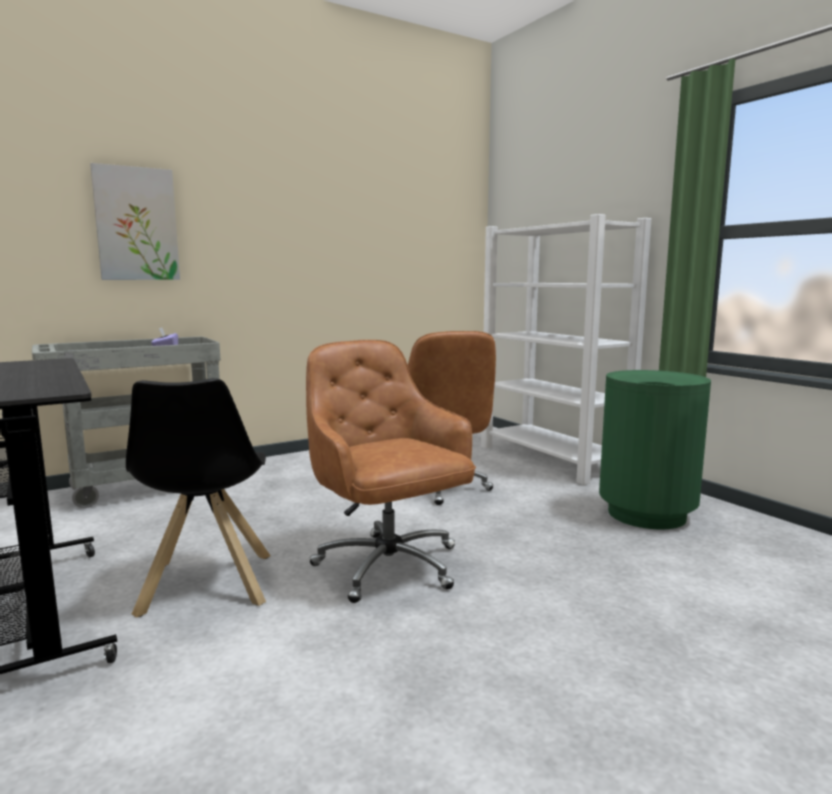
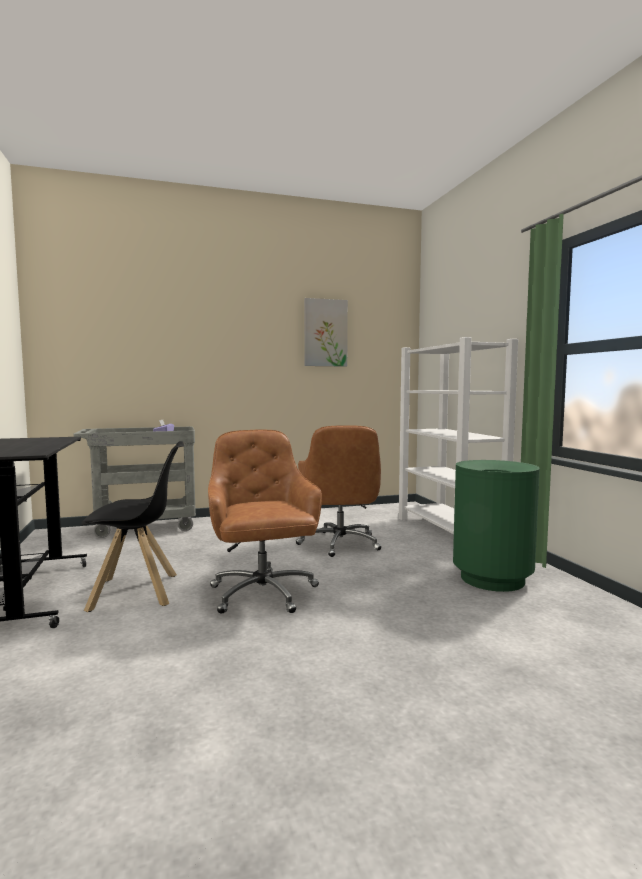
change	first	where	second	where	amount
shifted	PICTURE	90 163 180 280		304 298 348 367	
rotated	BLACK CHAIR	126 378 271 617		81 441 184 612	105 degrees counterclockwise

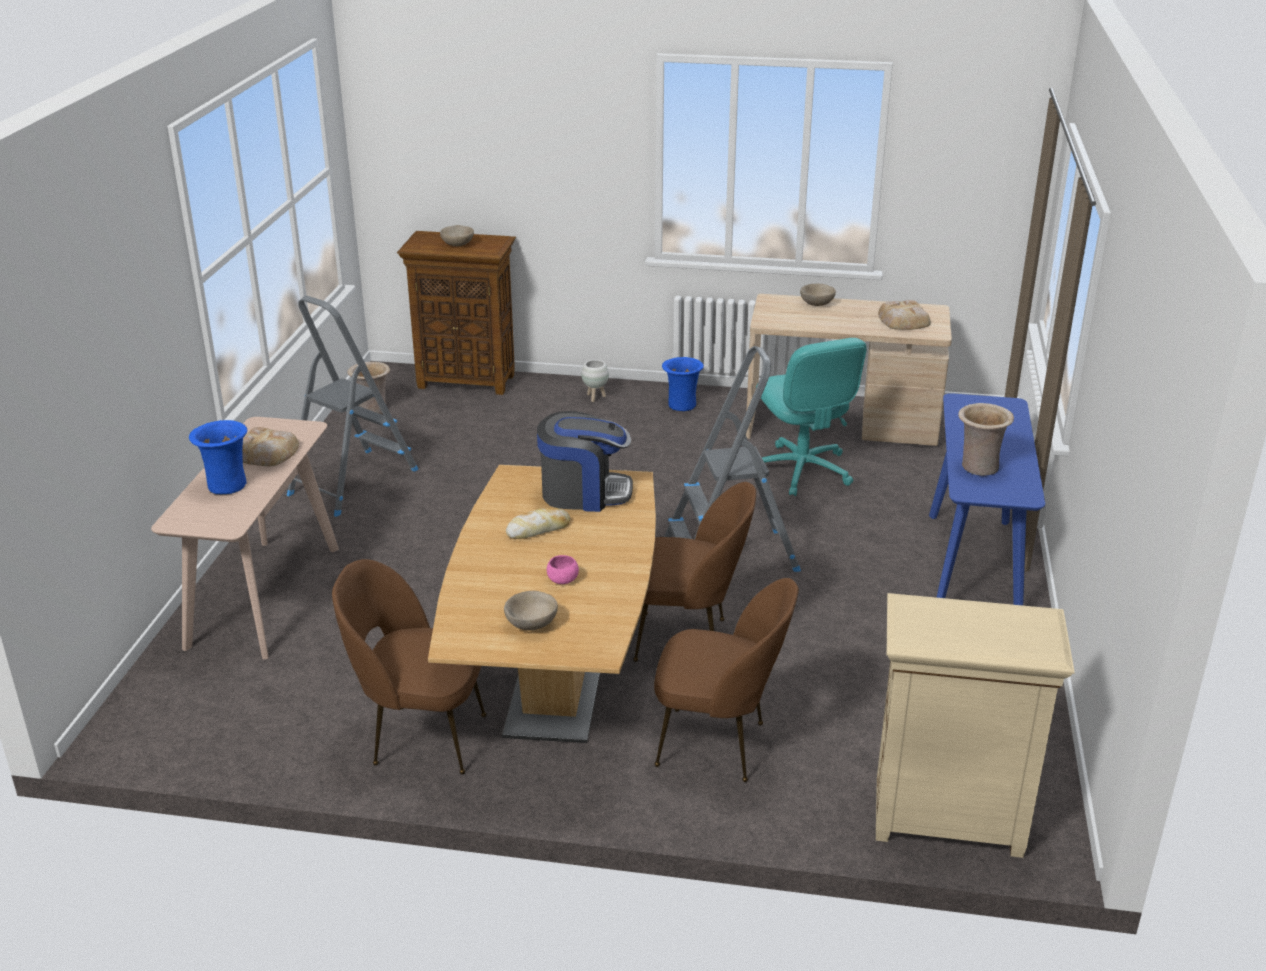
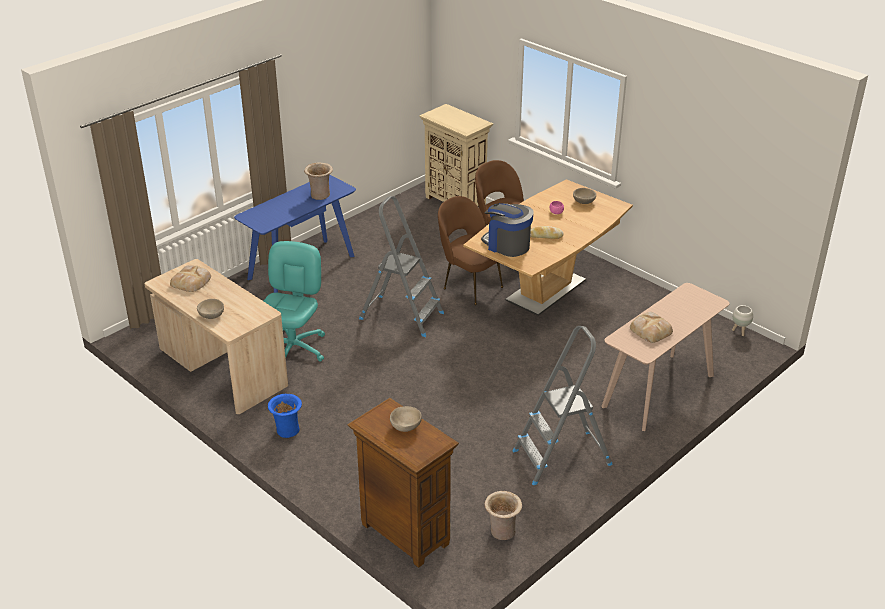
change	first	where	second	where	amount
shifted	WHITE PLANTER	581 360 609 402		732 305 753 336	
gone	BLUE VASE	189 420 247 494			
gone	BROWN CHAIR	332 559 486 774			

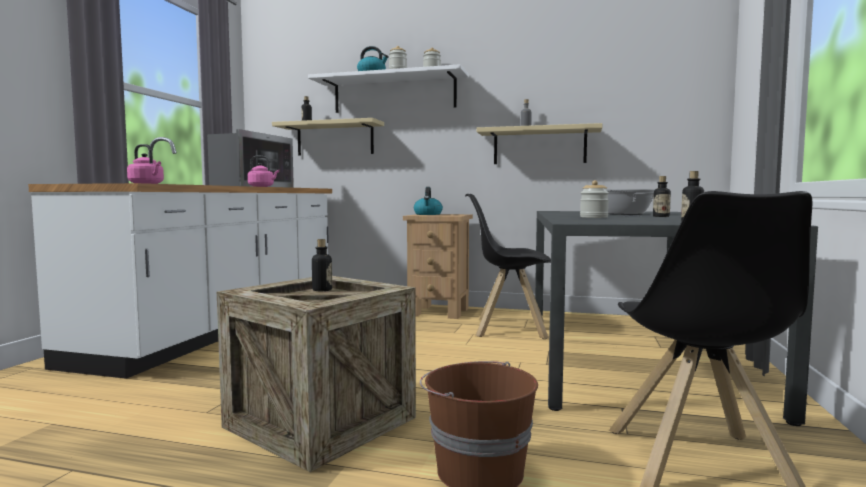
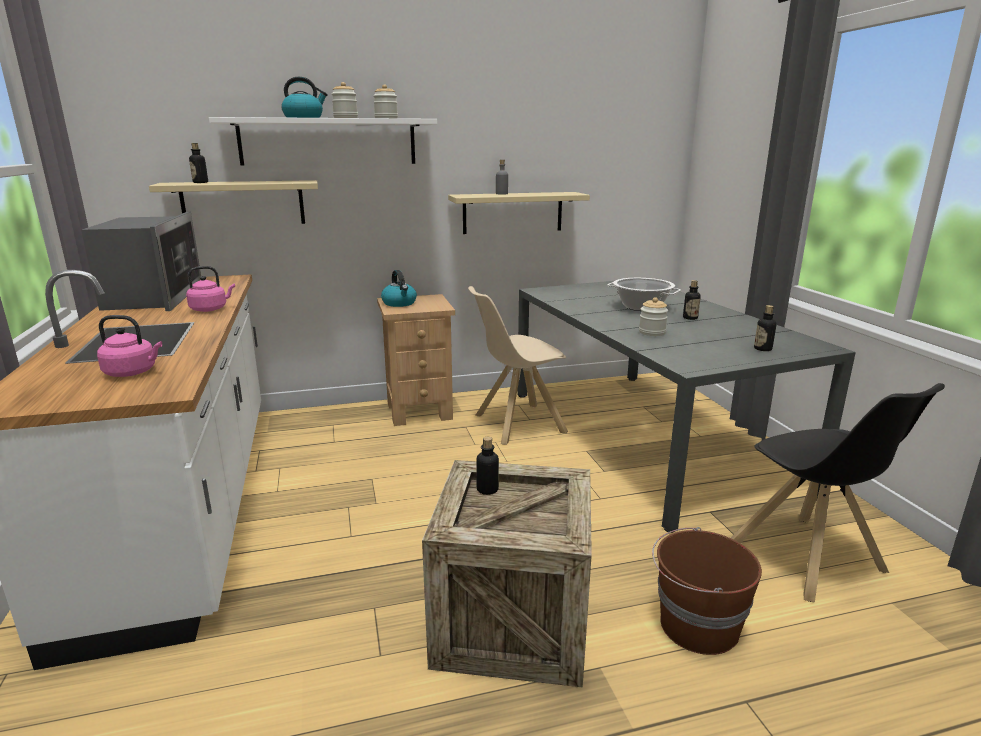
change	first	where	second	where	amount
repainted	BLACK CHAIR	465 194 551 339	BEIGE CHAIR	468 286 568 445	

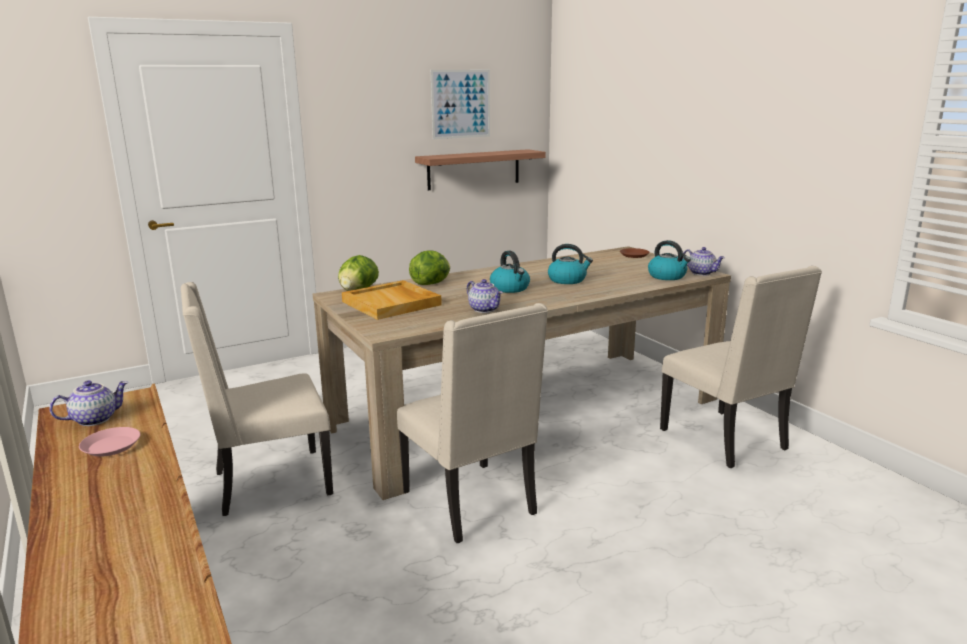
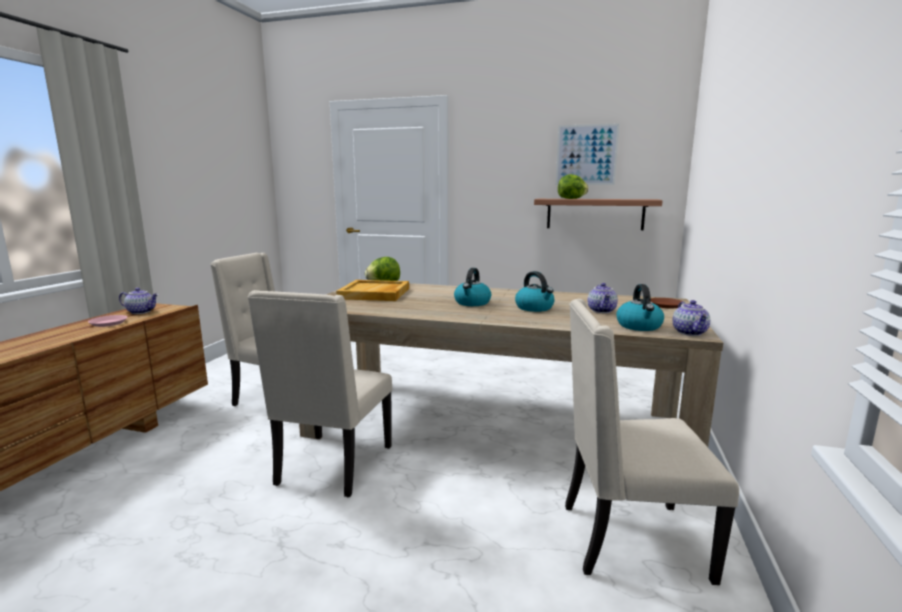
change	first	where	second	where	amount
shifted	LETTUCE	409 250 450 285		558 174 589 199	
rotated	BEIGE CHAIR	660 266 822 468		565 299 739 585	75 degrees clockwise
shifted	TEAPOT	467 279 503 313		588 283 618 313	

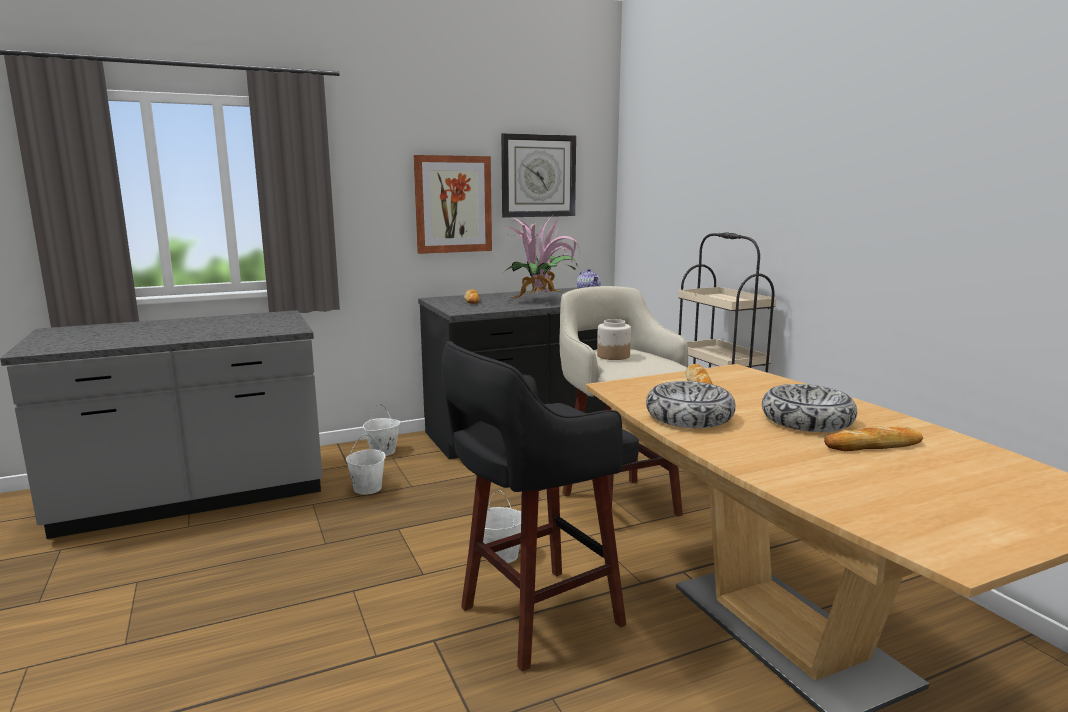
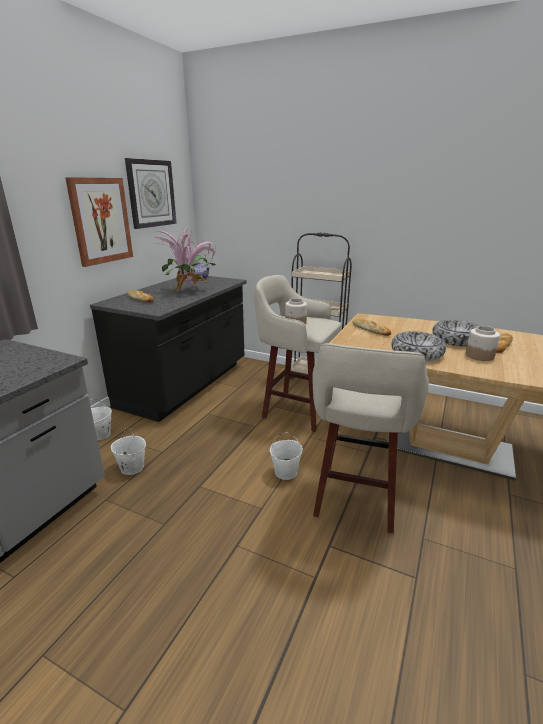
change	first	where	second	where	amount
repainted	BLACK STOOL	441 341 639 672	BEIGE STOOL	313 343 429 534	
new			JAR	466 326 500 361	

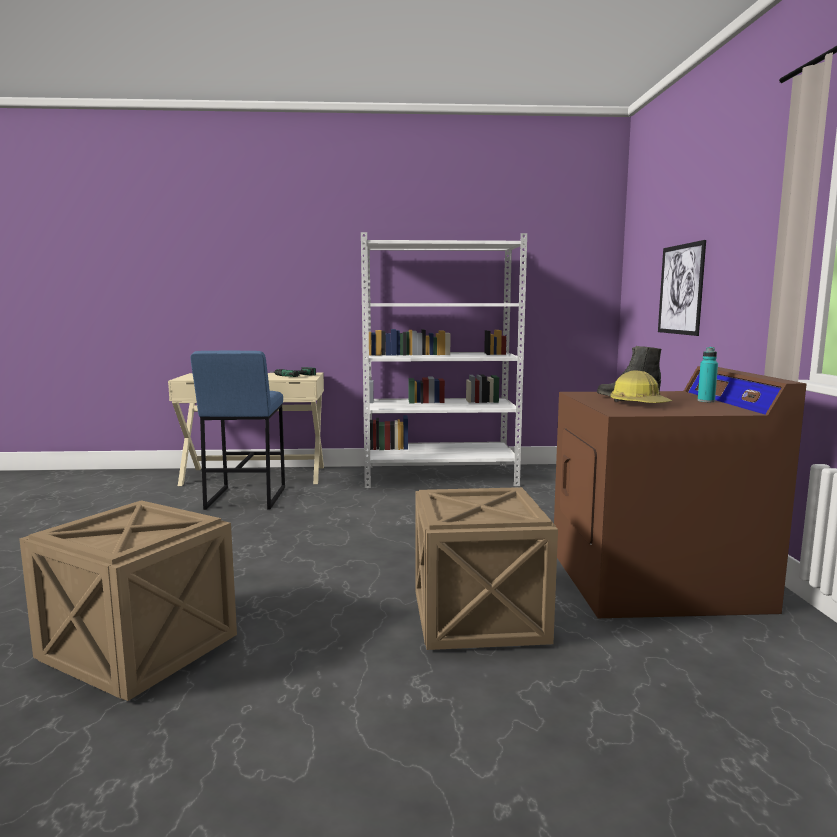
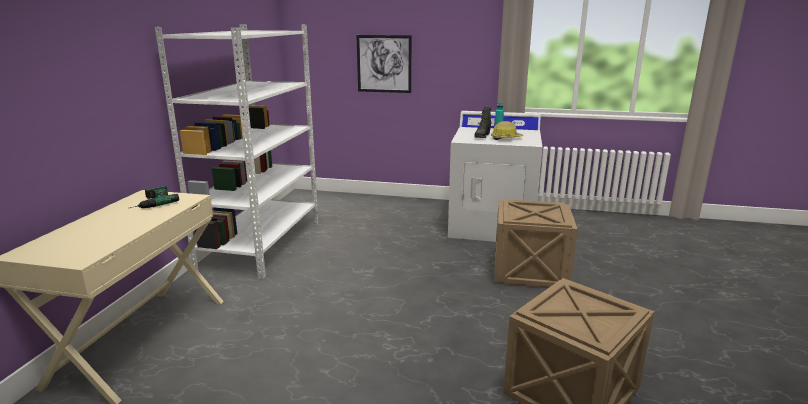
change	first	where	second	where	amount
gone	BLUE STOOL	191 351 285 510			
repainted	BROWN WASHING MACHINE	554 366 807 618	WHITE WASHING MACHINE	448 111 543 242	

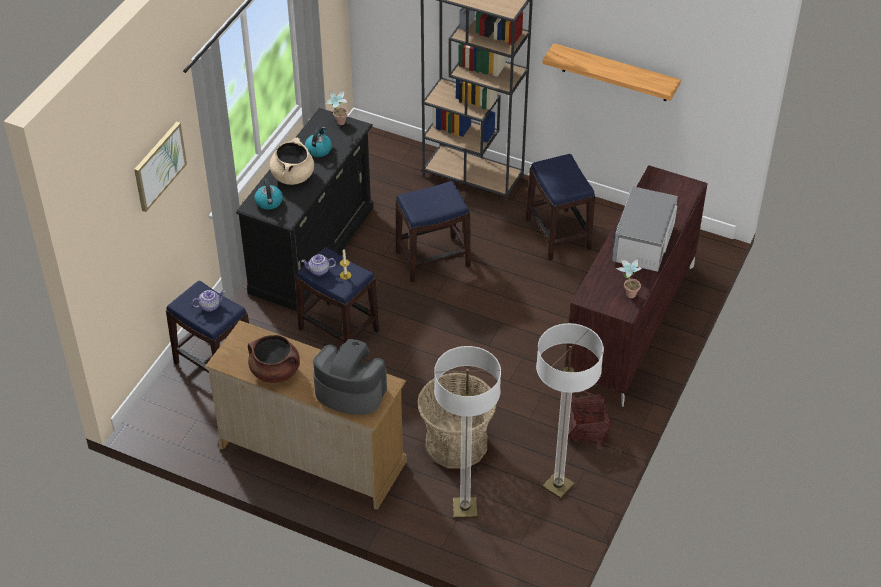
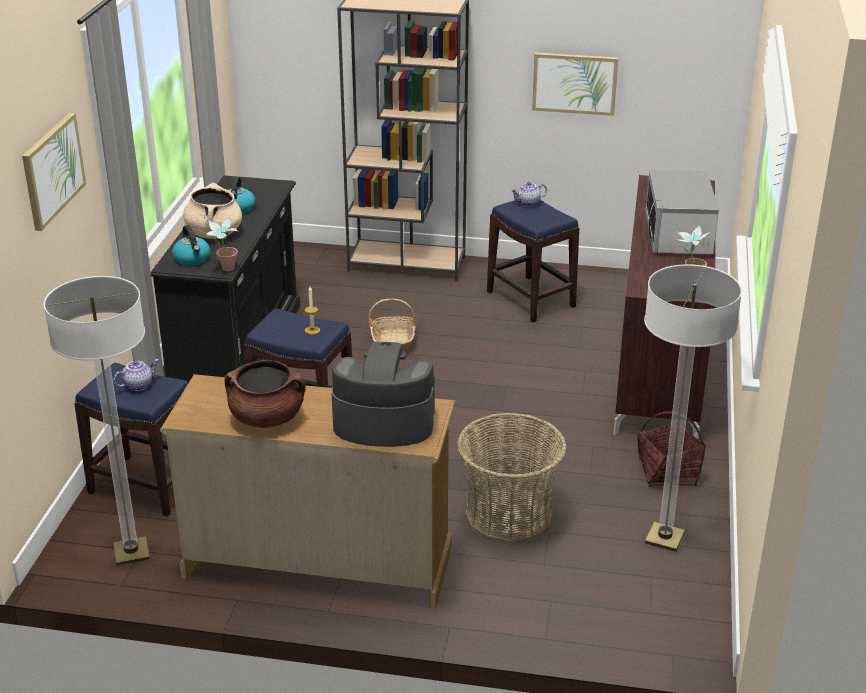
change	first	where	second	where	amount
swapped	SHELF	542 43 681 101	PICTURE	532 53 618 116	
shifted	POTTED PLANT	325 89 348 125		206 216 239 271	
swapped	STOOL	396 181 471 282	BASKET	368 299 416 353	
shifted	TEAPOT	301 254 336 276		511 182 547 207	
shifted	FLOOR LAMP	434 346 501 519		43 276 150 566	

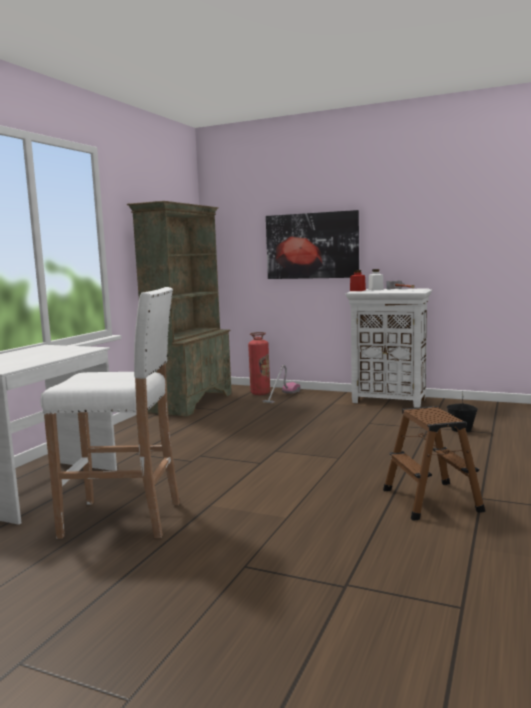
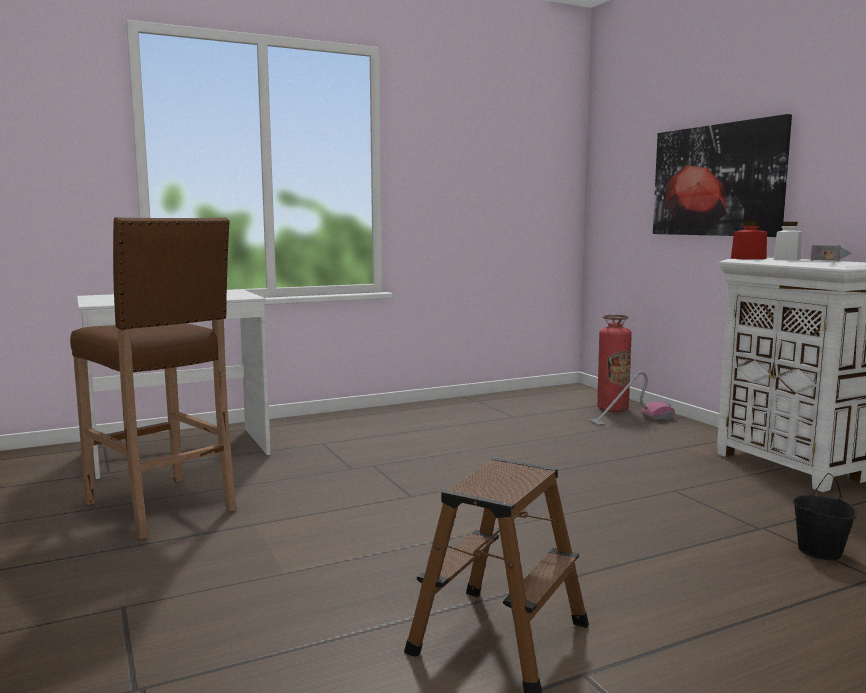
change	first	where	second	where	amount
gone	GREEN BOOKCASE	126 201 232 416			
repainted	WHITE STOOL	40 287 180 539	BROWN STOOL	70 217 236 539	

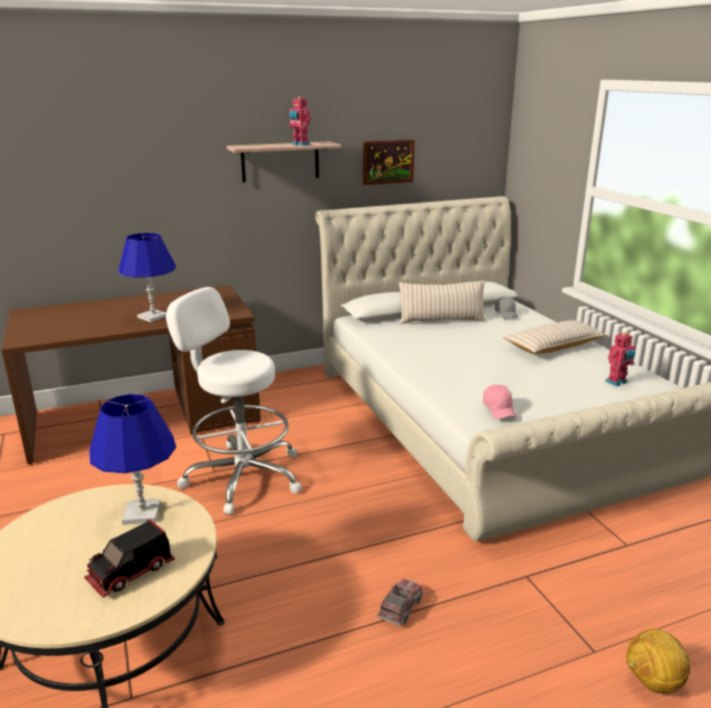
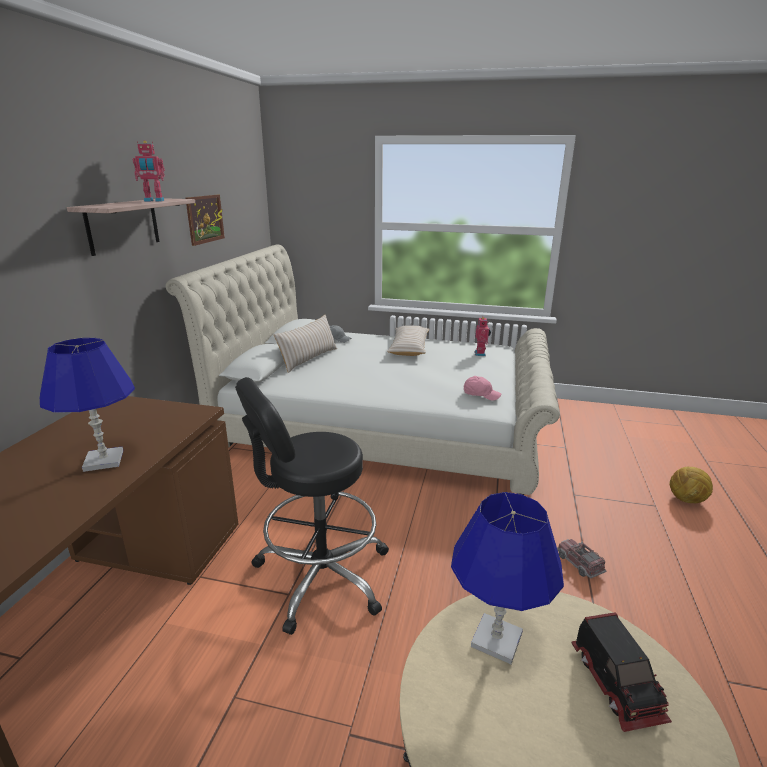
change	first	where	second	where	amount
repainted	WHITE STOOL	166 287 302 515	BLACK STOOL	235 377 389 635	

